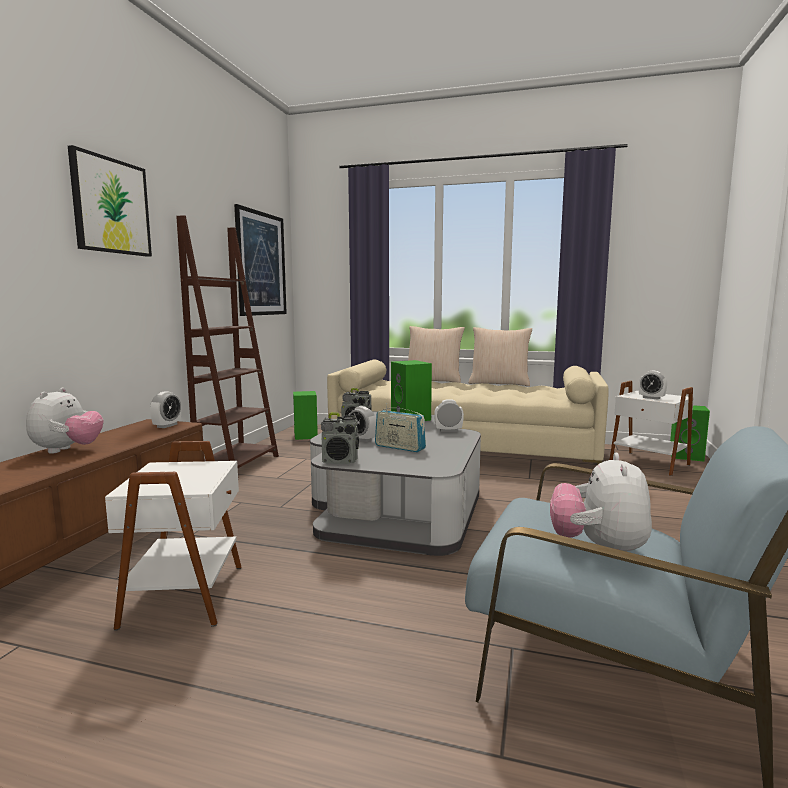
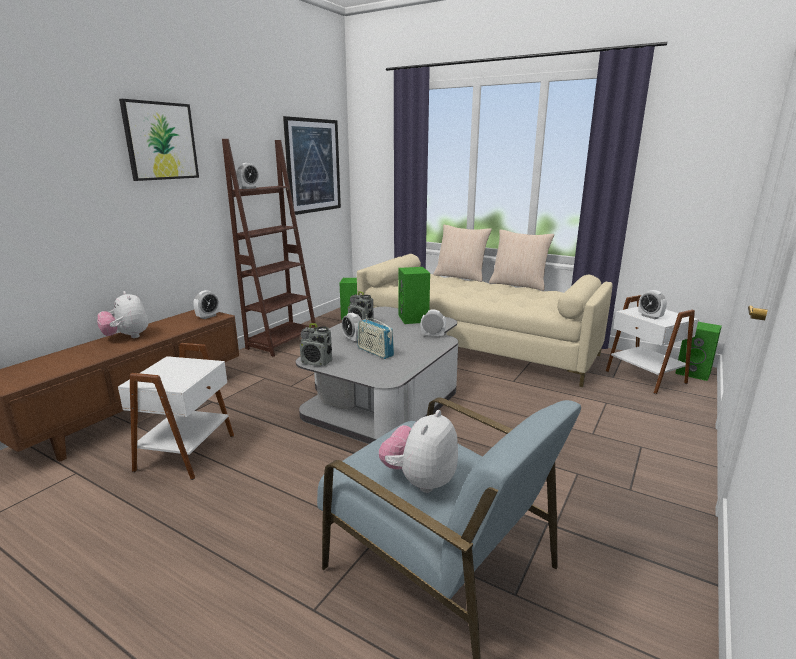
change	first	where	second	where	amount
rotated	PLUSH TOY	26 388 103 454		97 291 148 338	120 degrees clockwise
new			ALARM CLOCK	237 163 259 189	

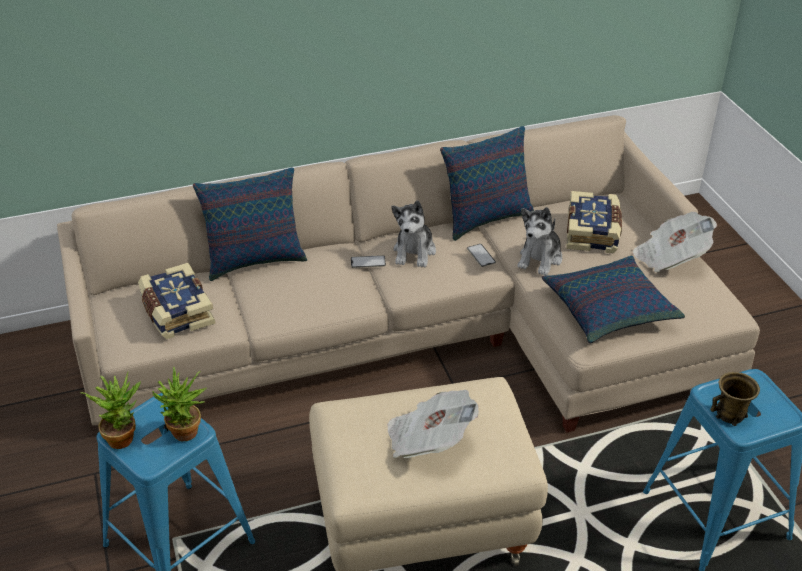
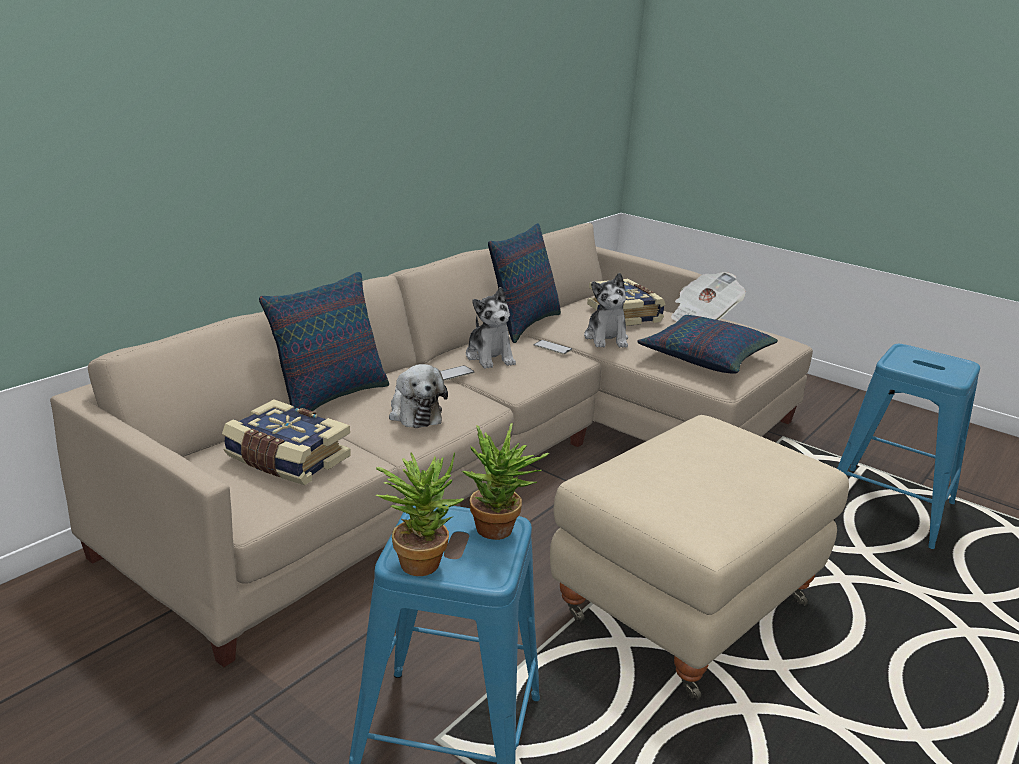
change	first	where	second	where	amount
gone	BROWN MUG	710 372 760 426			
gone	NEWSPAPER	387 390 479 458			
new			PLUSH TOY	389 364 448 428	

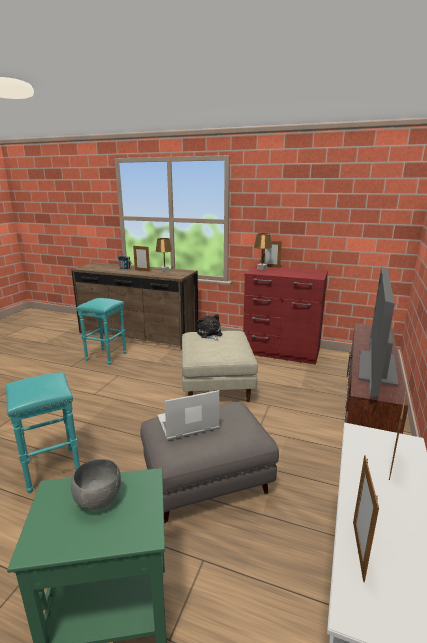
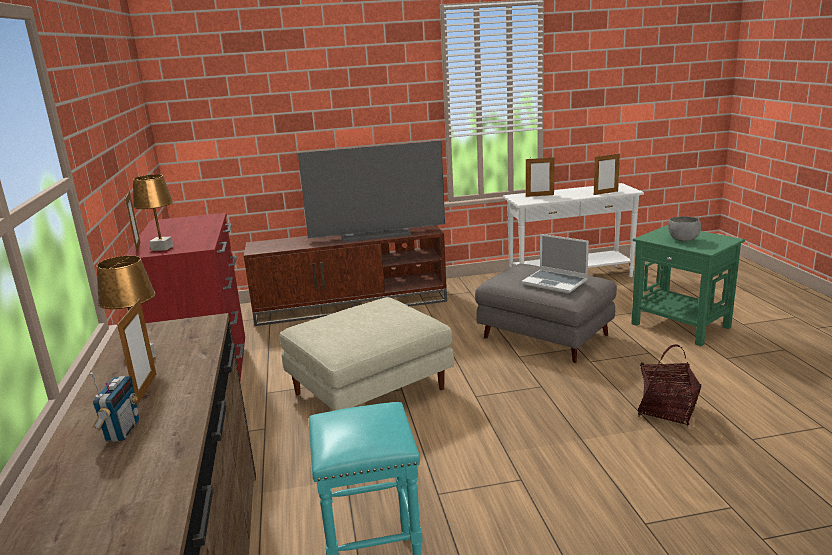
change	first	where	second	where	amount
gone	PLUSH TOY	197 314 222 341			
swapped	TURQUOISE STOOL	6 372 80 493	BASKET	638 344 701 426	

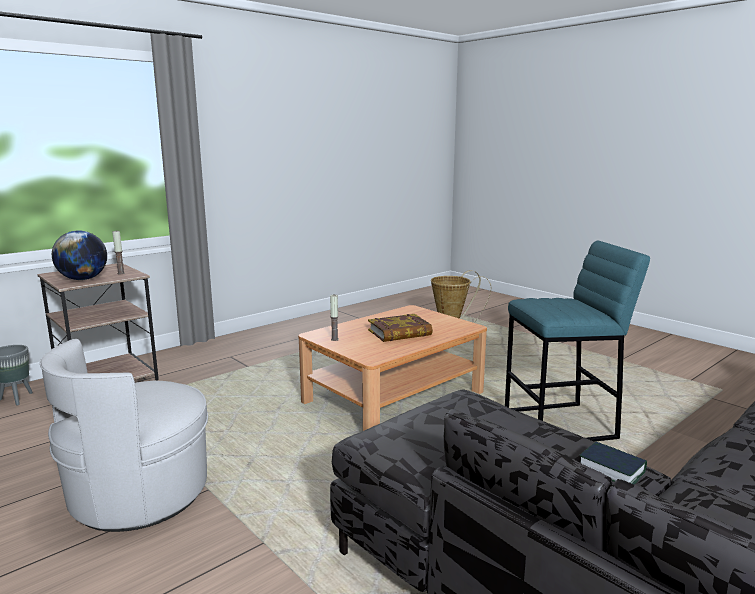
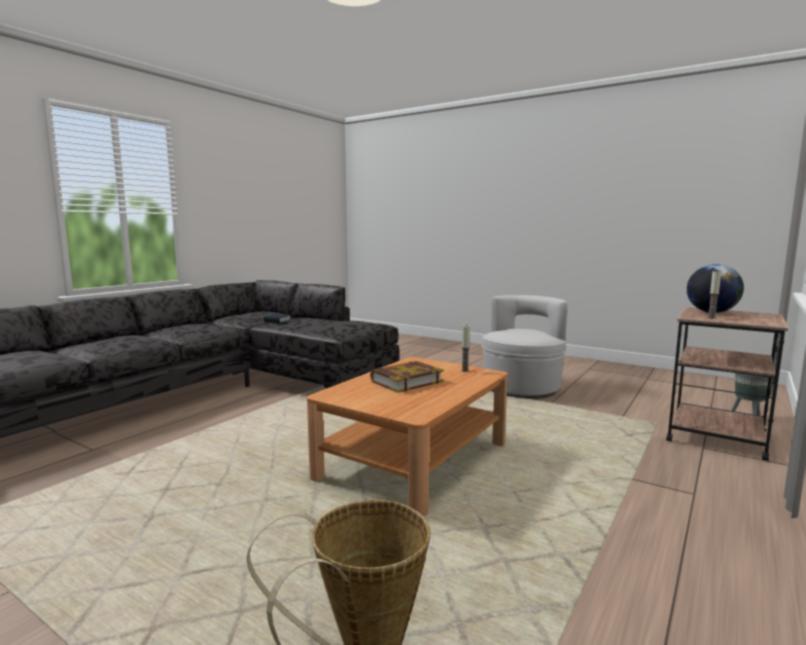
change	first	where	second	where	amount
gone	TURQUOISE STOOL	505 241 650 442			

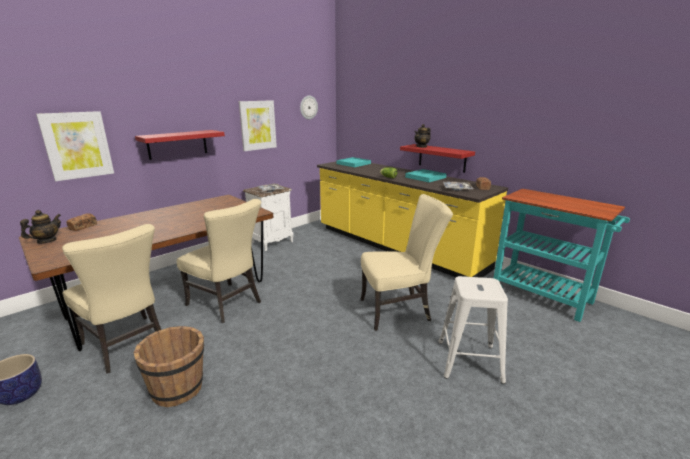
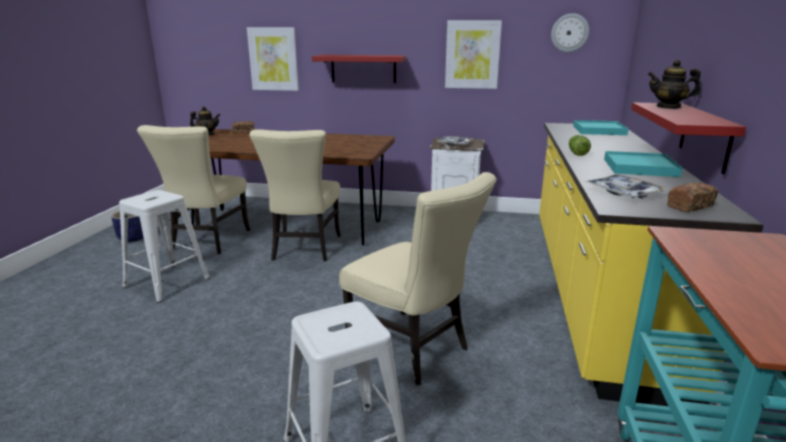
change	first	where	second	where	amount
swapped	BROWN BUCKET	134 326 204 407	WHITE STOOL	119 190 210 303	

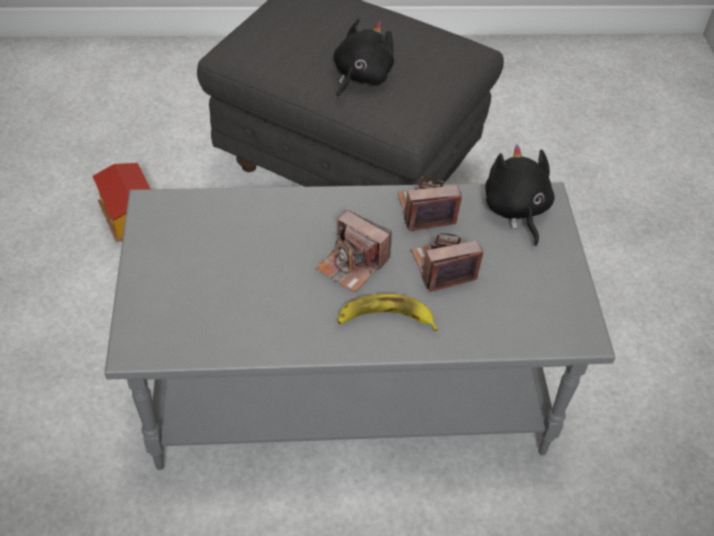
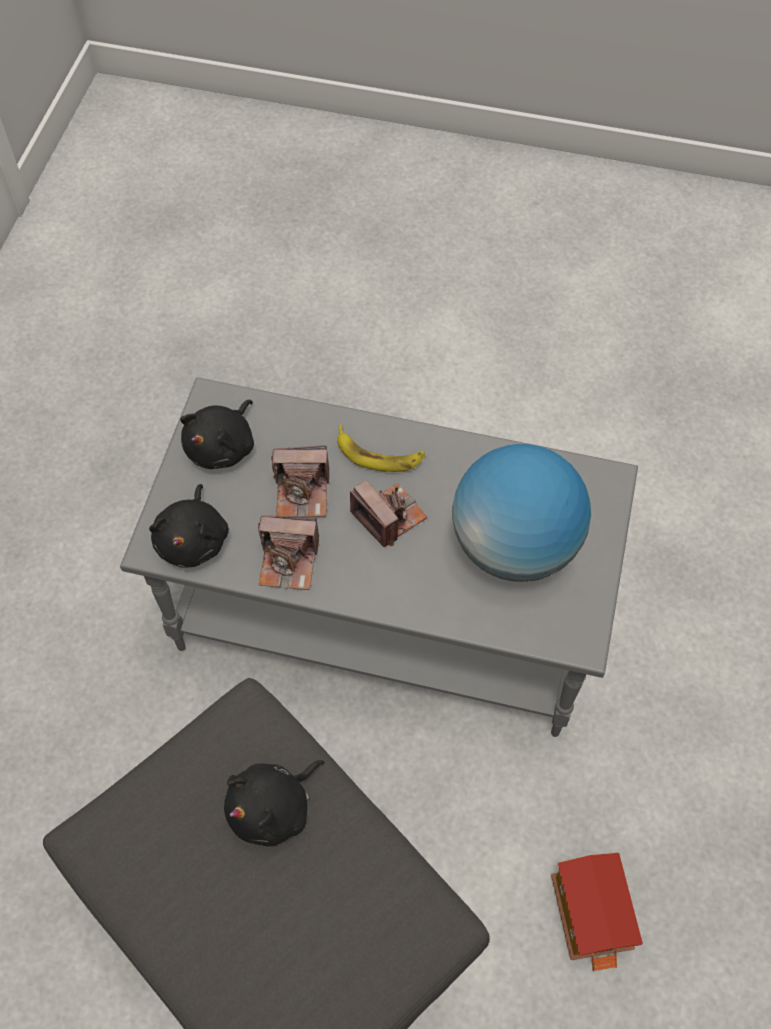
change	first	where	second	where	amount
new			BLACK PLUSH TOY	180 400 254 469	
new			GLOBE	452 444 591 582	

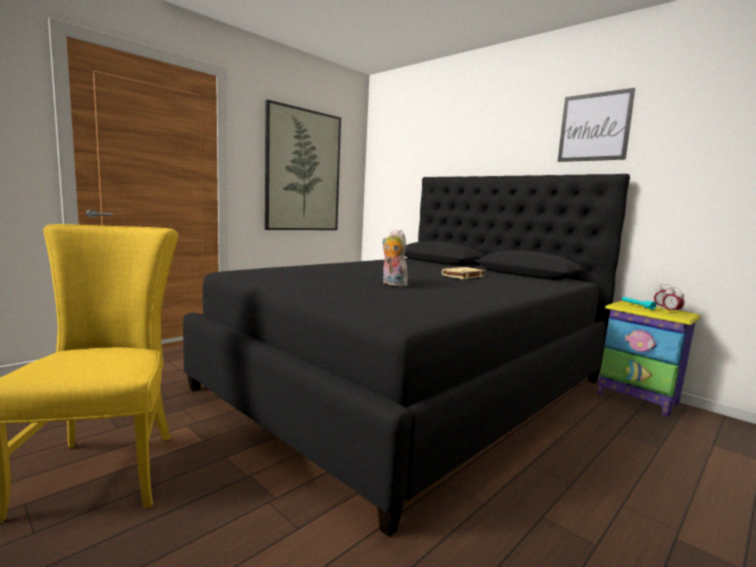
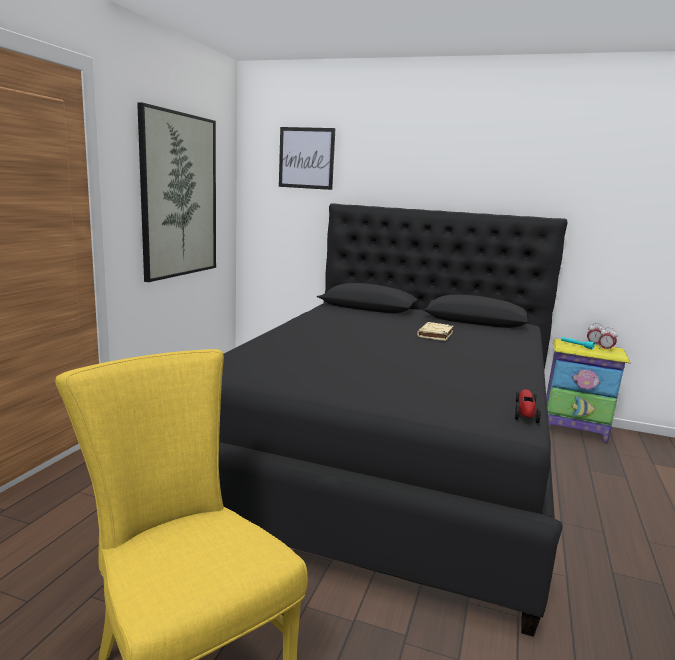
change	first	where	second	where	amount
shifted	PICTURE	558 88 636 162		279 127 335 190	
gone	PLUSH TOY	382 229 408 287			
new			TOY CAR	515 389 541 423	

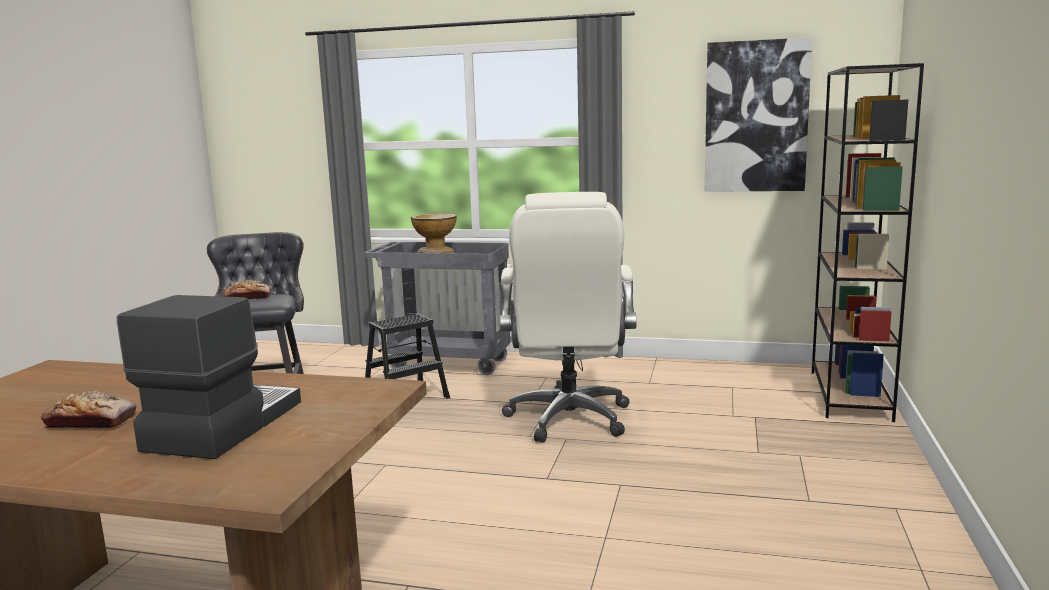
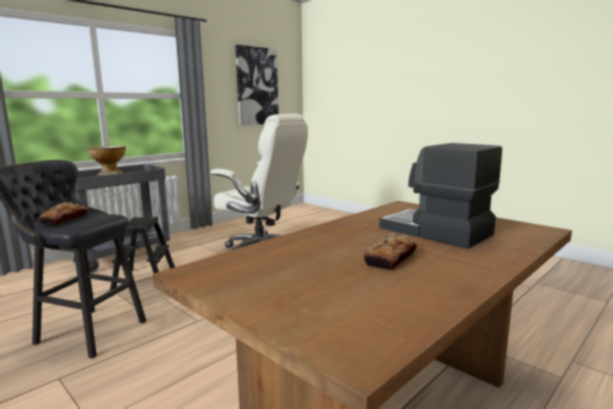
change	first	where	second	where	amount
gone	BEIGE BOOKCASE	812 63 924 422			

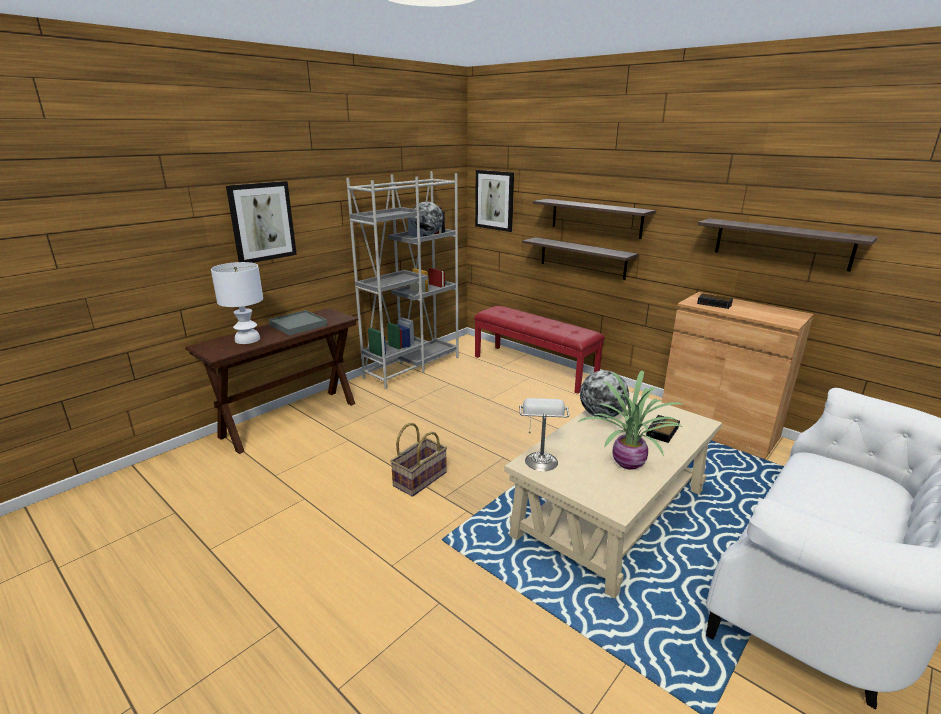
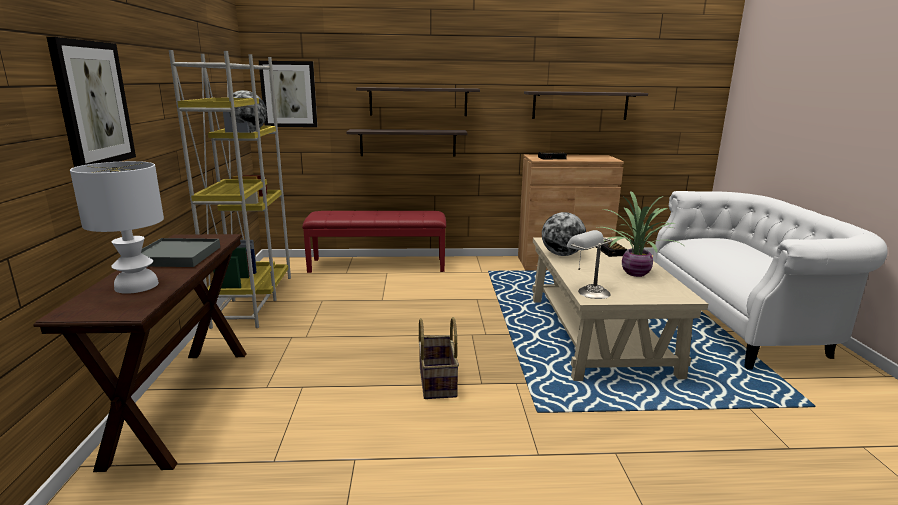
change	first	where	second	where	amount
repainted	GREY BOOKCASE	346 171 458 389	YELLOW BOOKCASE	169 50 291 329	

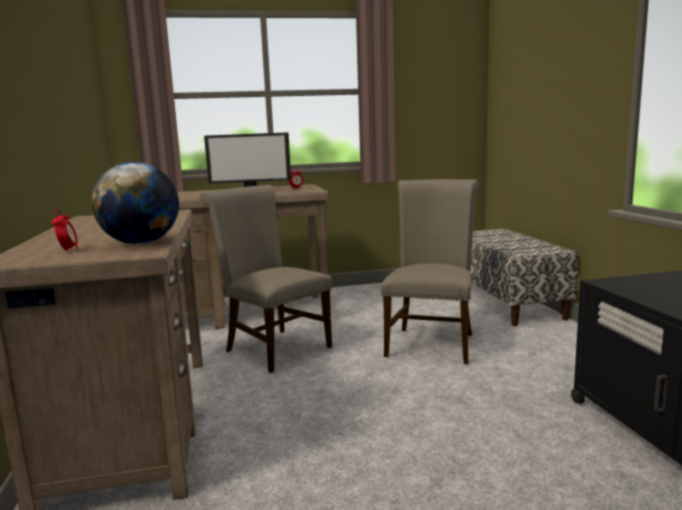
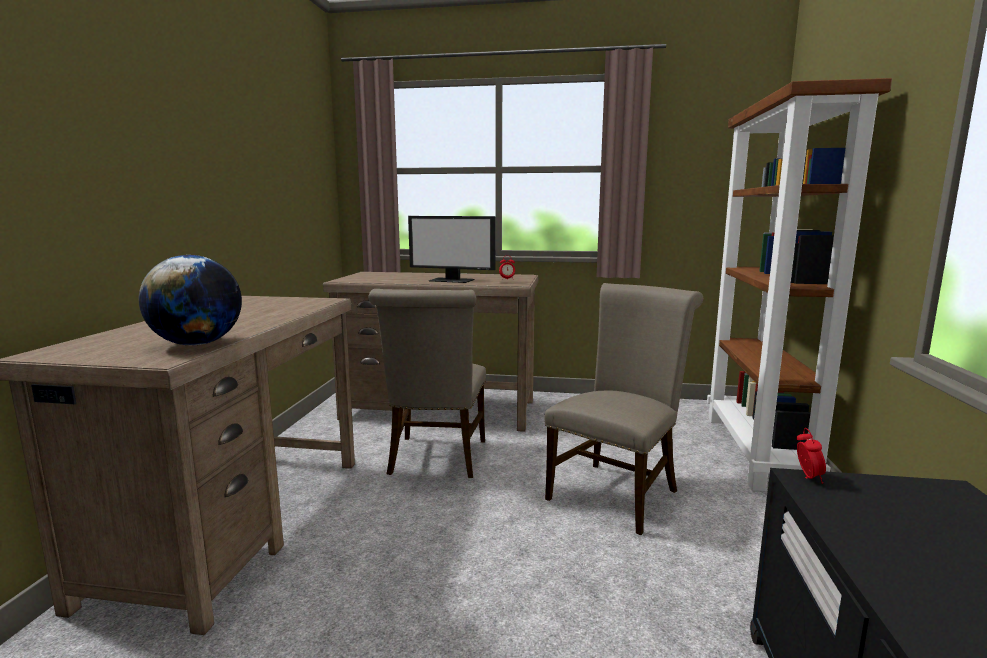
change	first	where	second	where	amount
rotated	BEIGE CHAIR	200 185 332 373		368 289 486 478	150 degrees counterclockwise
shifted	ALARM CLOCK	52 209 78 252		796 428 826 484	
swapped	BENCH	471 229 579 326	BROWN BOOKCASE	707 78 892 491	

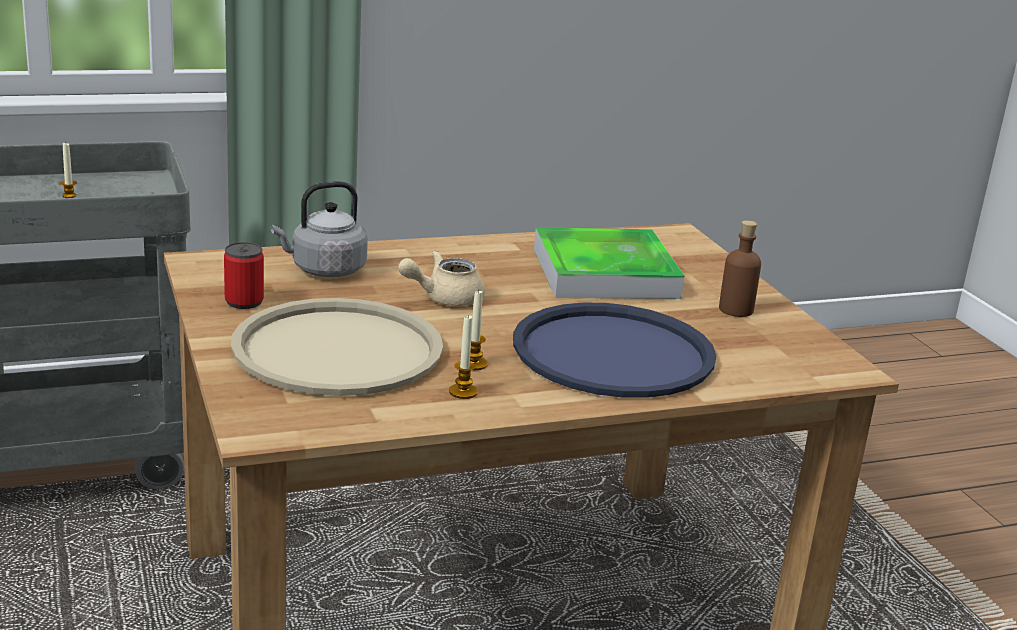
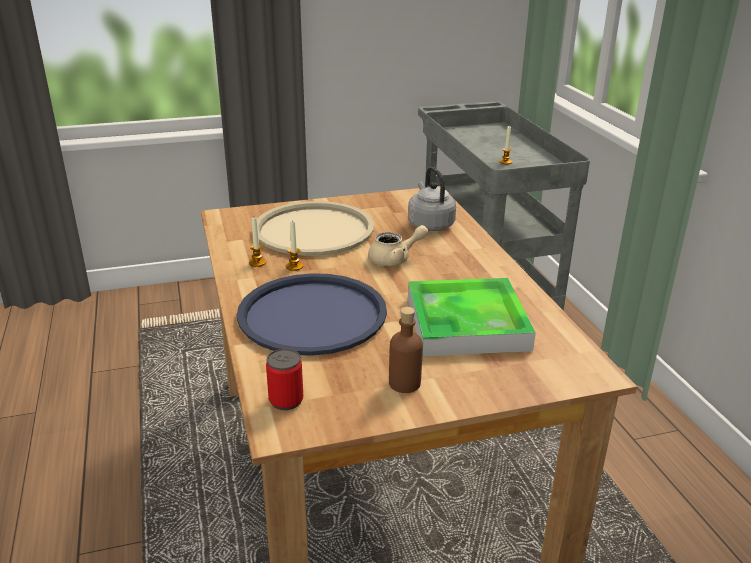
change	first	where	second	where	amount
shifted	CAN	224 242 264 309		266 349 303 410	
rotated	BEIGE TEAPOT	398 251 485 306		368 225 428 266	90 degrees clockwise

